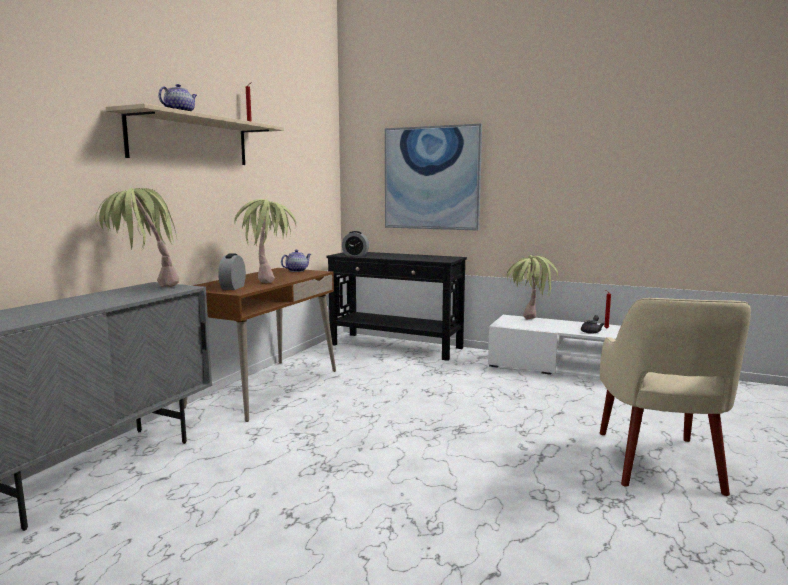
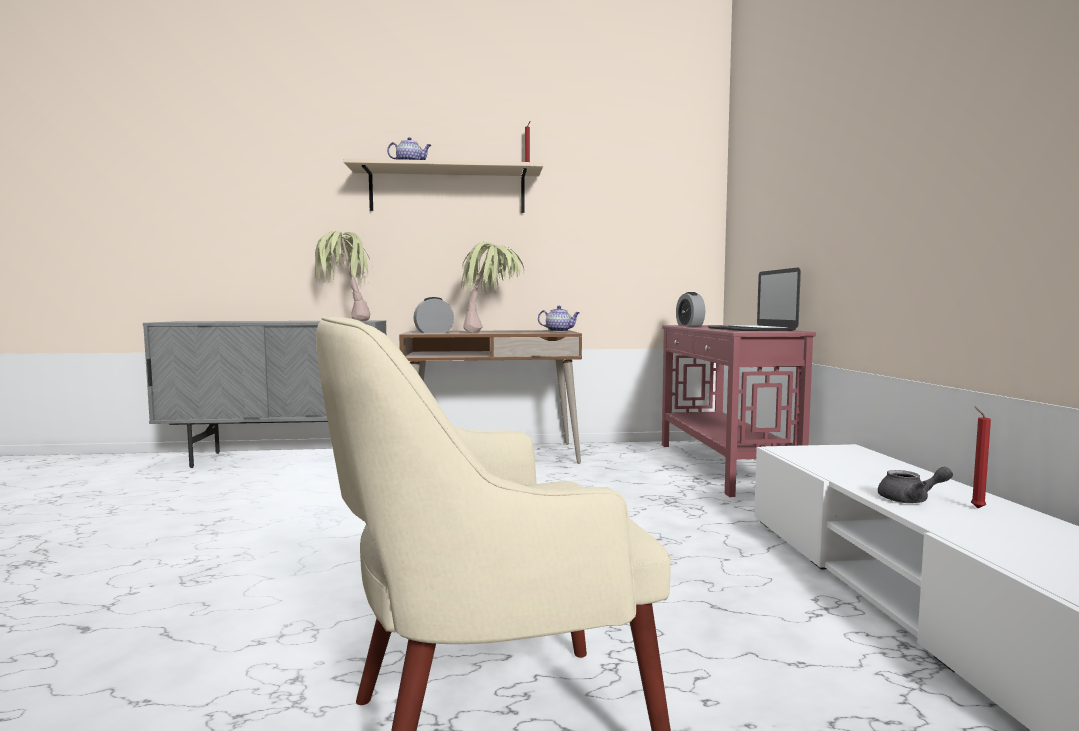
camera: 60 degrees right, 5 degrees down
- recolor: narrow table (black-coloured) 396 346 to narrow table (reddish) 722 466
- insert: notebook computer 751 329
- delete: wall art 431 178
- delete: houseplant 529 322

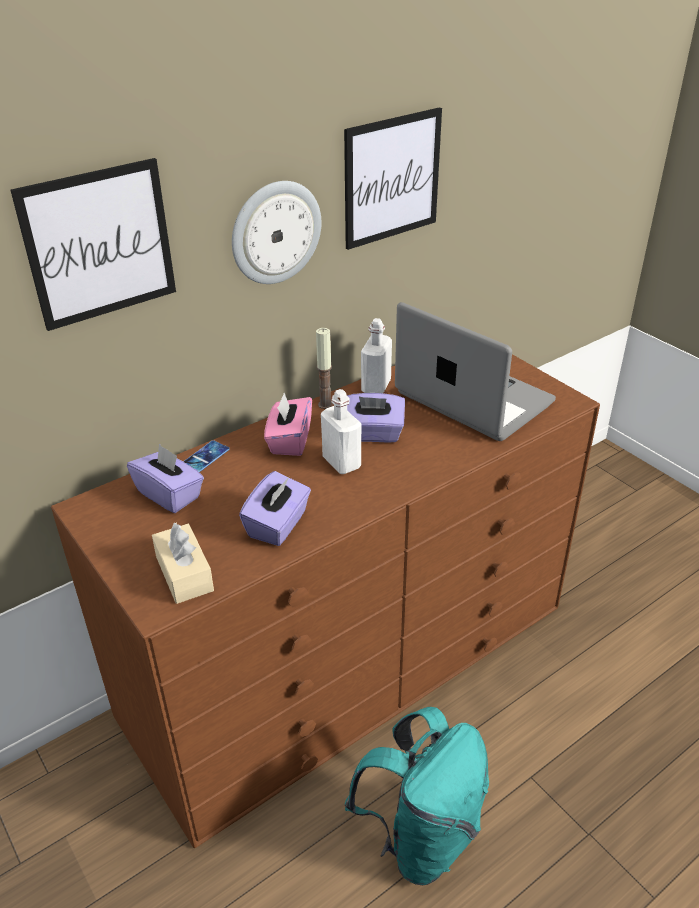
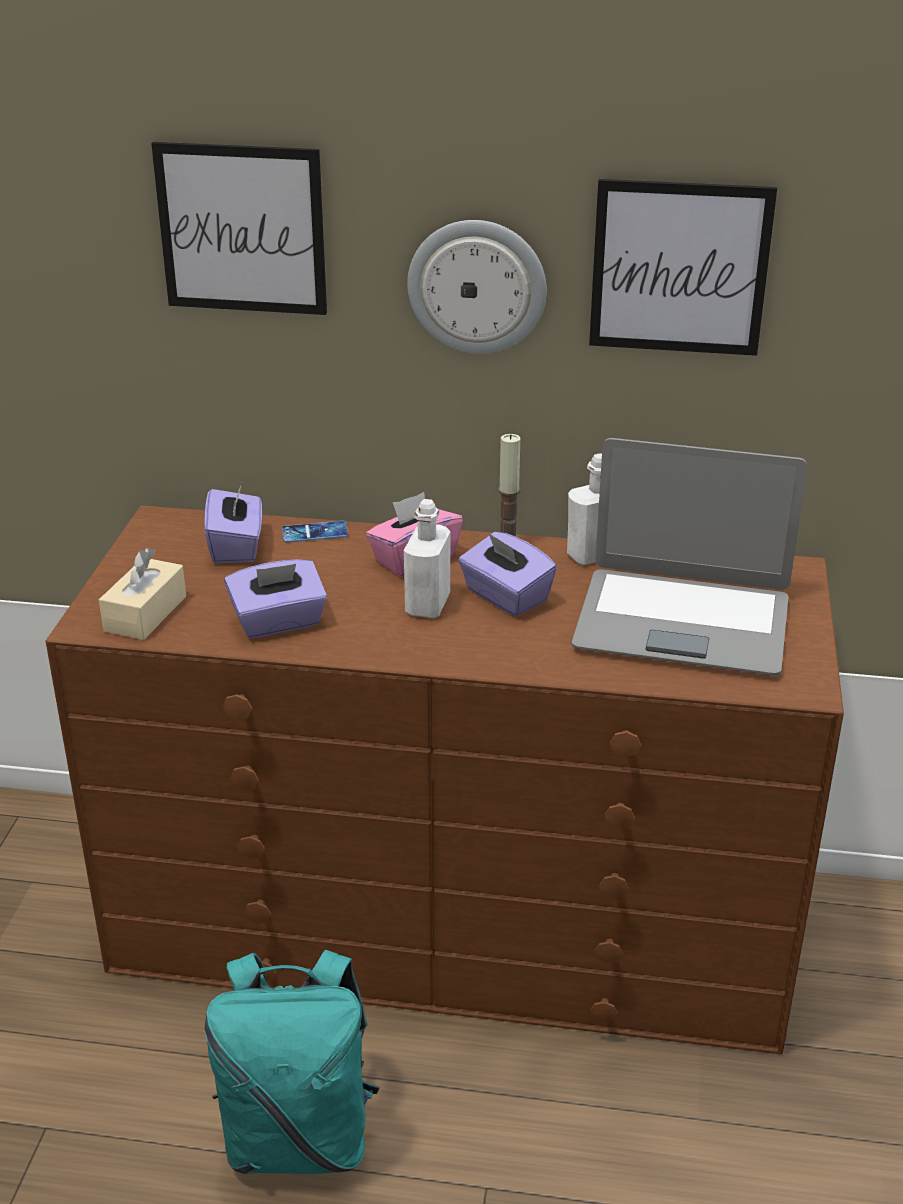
camera: 45 degrees right, 5 degrees down
- rotate: notebook computer 473 399 = 682 623 105 degrees clockwise

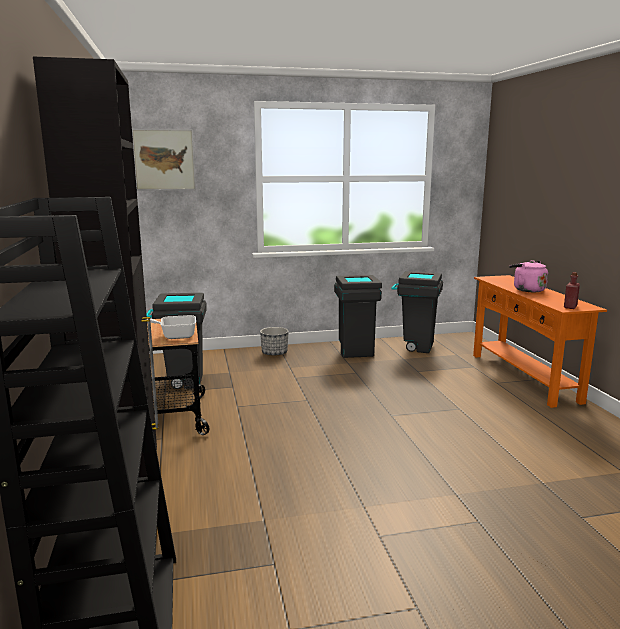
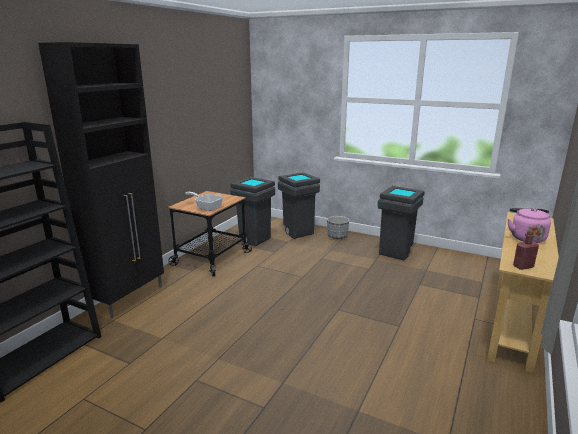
camera: 40 degrees right, 5 degrees up
- move: trash can (grey) 415 347 to 297 232
- recolor: narrow table (orangey) 523 377 to narrow table (beige) 513 324
- delete: wall art 164 160

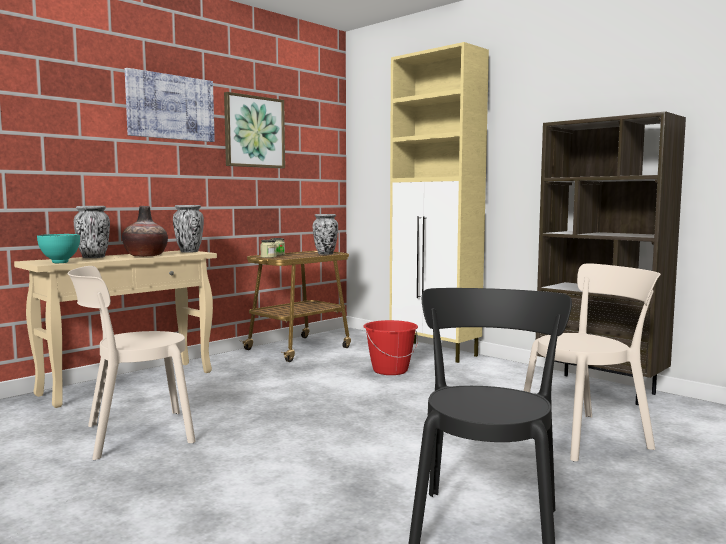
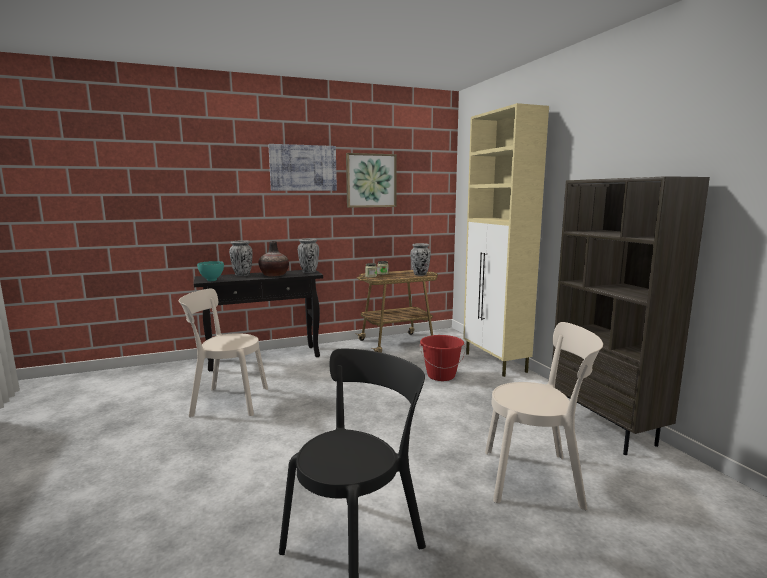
camera: 25 degrees right, 5 degrees up
- recolor: narrow table (beige) 129 382 to narrow table (black-coloured) 265 358

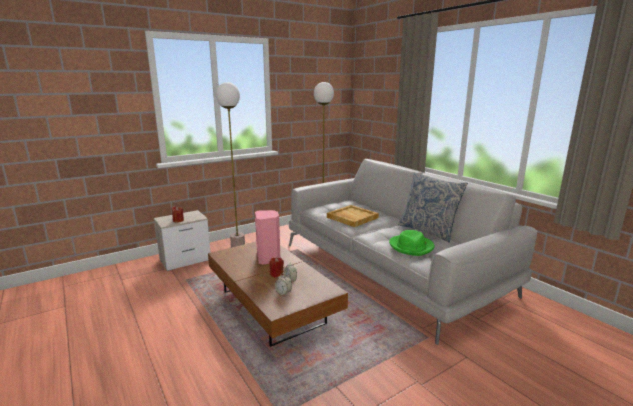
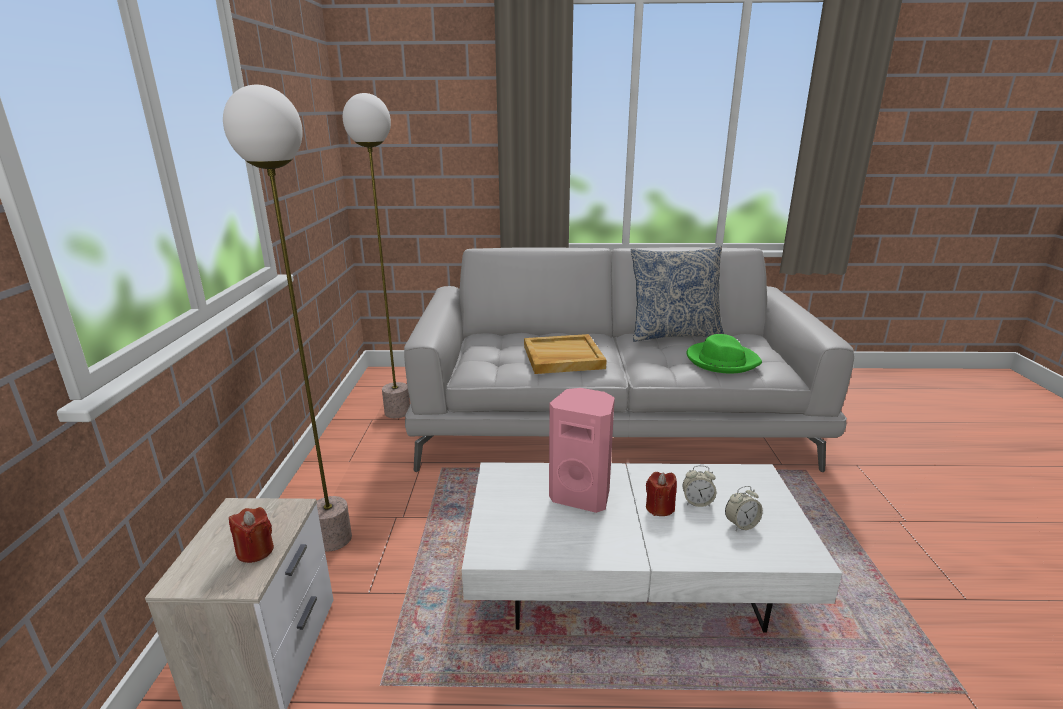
camera: 55 degrees left, 5 degrees up
- recolor: low table (brownish) 273 307 to low table (white-coloured) 631 579

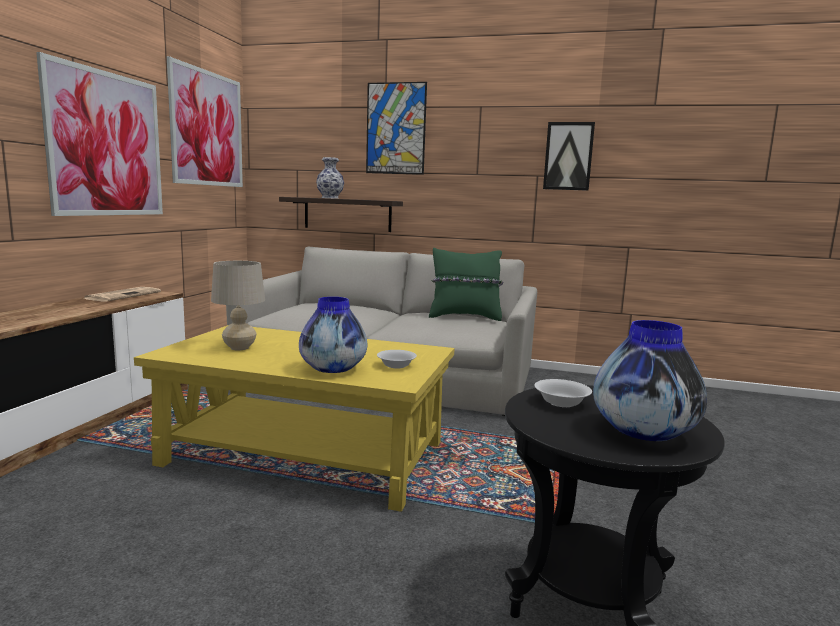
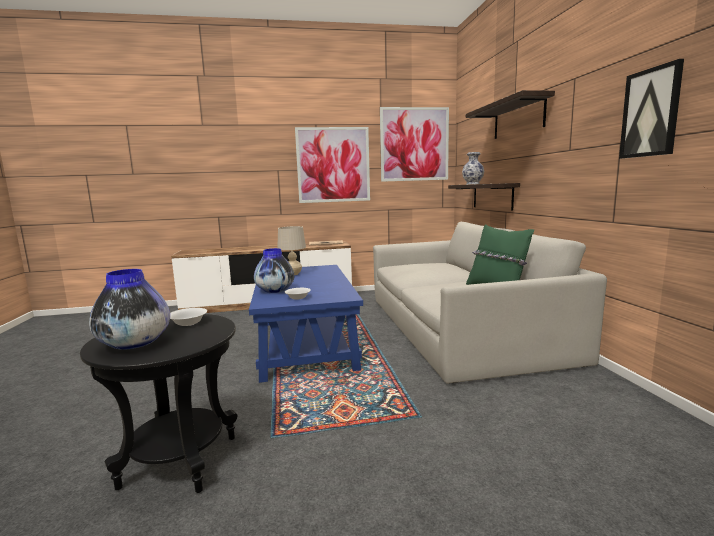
camera: 65 degrees right, 0 degrees up
- recolor: low table (yellow-coloured) 306 453 to low table (bluish) 306 343
- replace: wall art 396 128 to bracket shelf 518 118

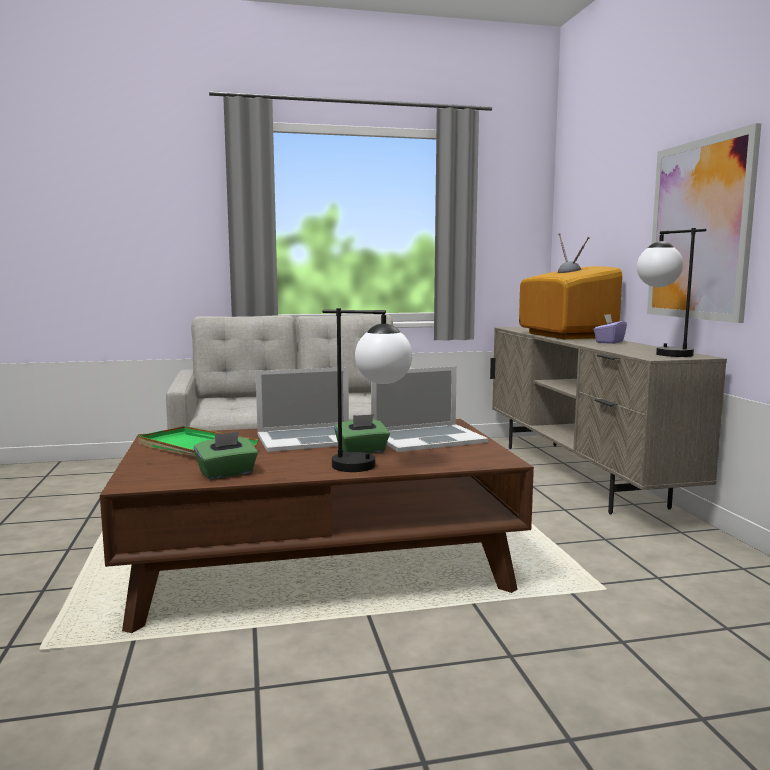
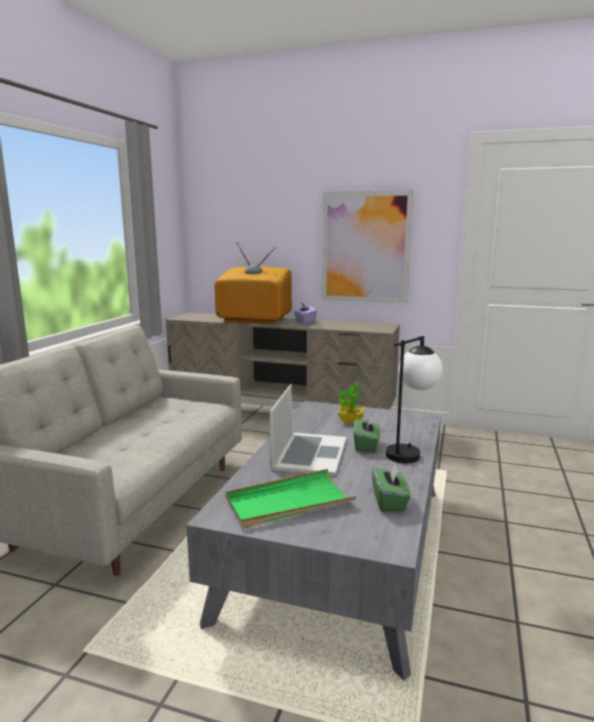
camera: 60 degrees left, 5 degrees up
- recolor: low table (brownish) 321 562 to low table (grey) 340 547
- replace: notebook computer 427 438 to houseplant 350 421
- delete: tabletop lamp 661 353

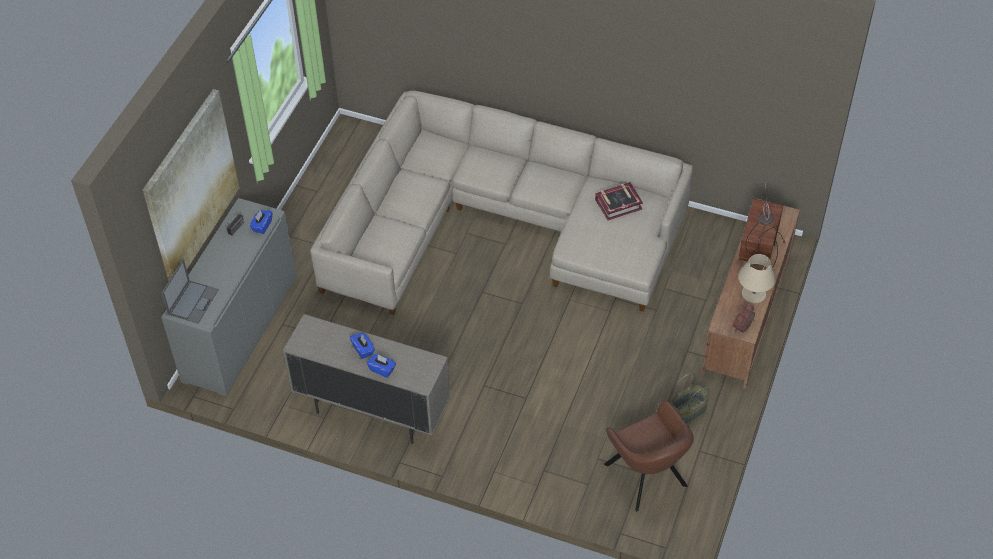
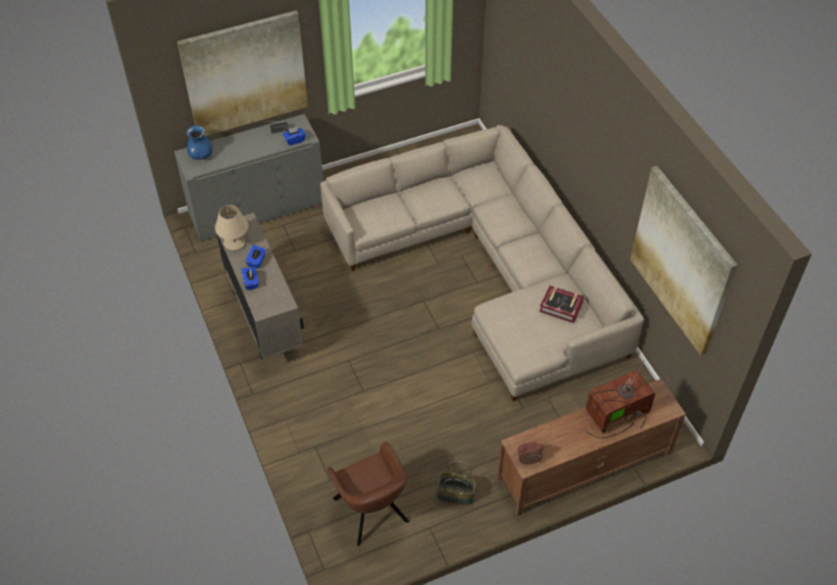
camera: 45 degrees right, 0 degrees up
- replace: notebook computer 193 301 to flower vase (bluish) 201 155
- move: tabletop lamp (beige) 753 294 to 235 242
- rotate: lounge chair (brownish) 647 477 = 372 512 45 degrees counterclockwise
- insert: wall art 681 260

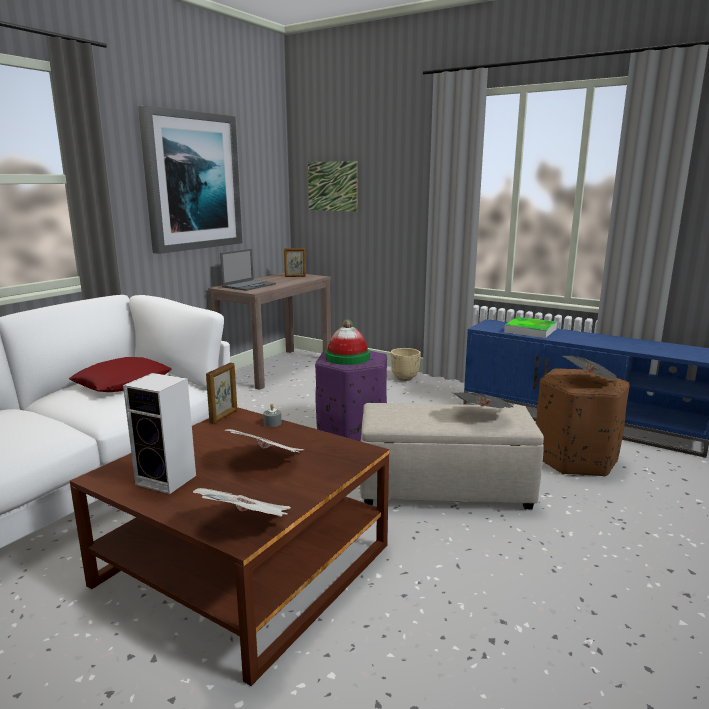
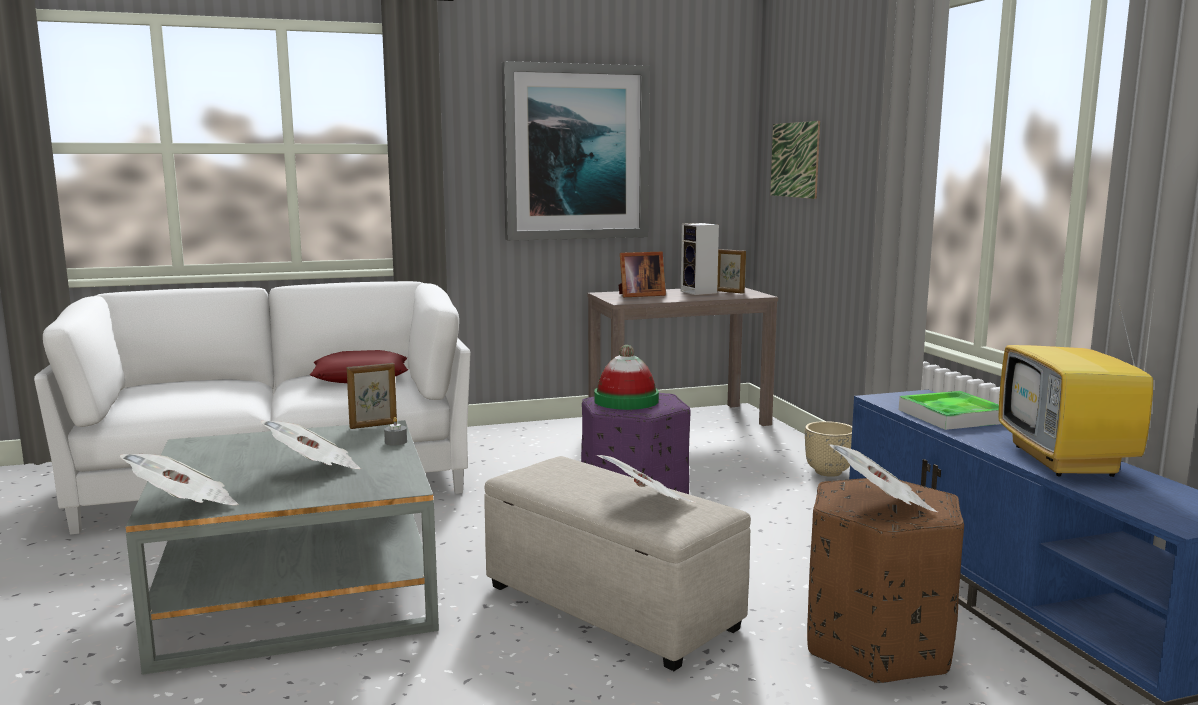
camera: 40 degrees right, 5 degrees down
- recolor: low table (brownish) 244 564 to low table (grey) 298 590
- replace: notebook computer 249 285 to photo frame 639 295
- move: speaker 168 480 to 700 292
- insert: TV set 1067 462

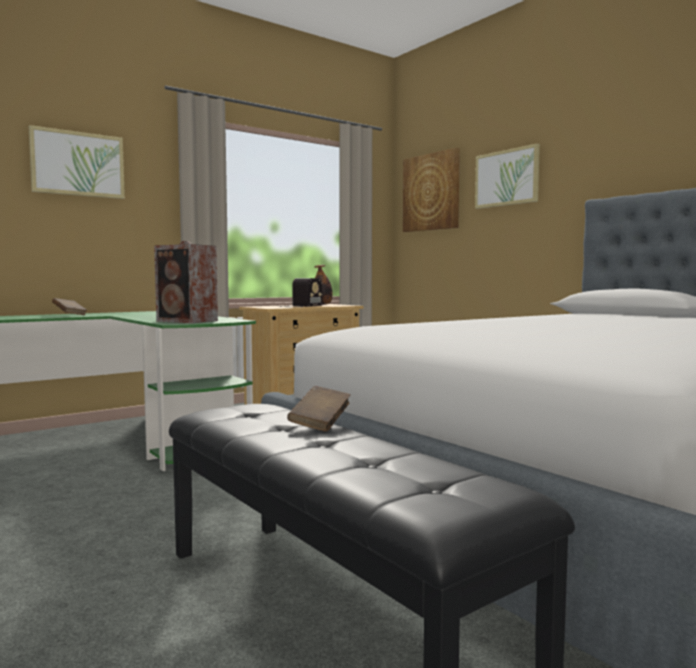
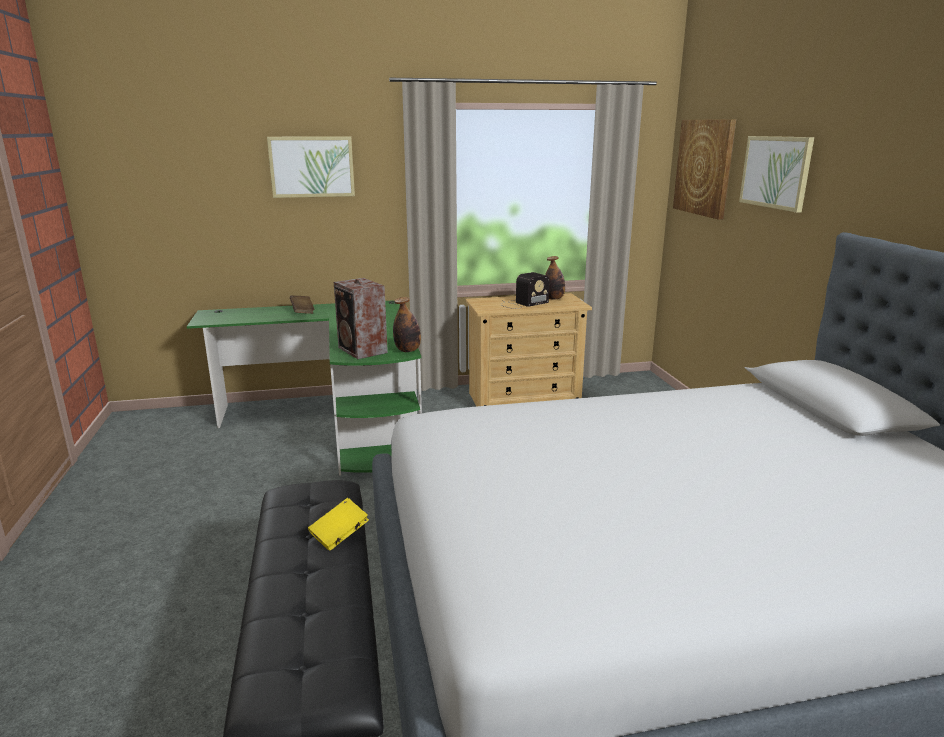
camera: 25 degrees right, 15 degrees up
- recolor: volume (brownish) 320 424 to volume (yellow-coloured) 339 535
- insert: drink bottle 407 350

